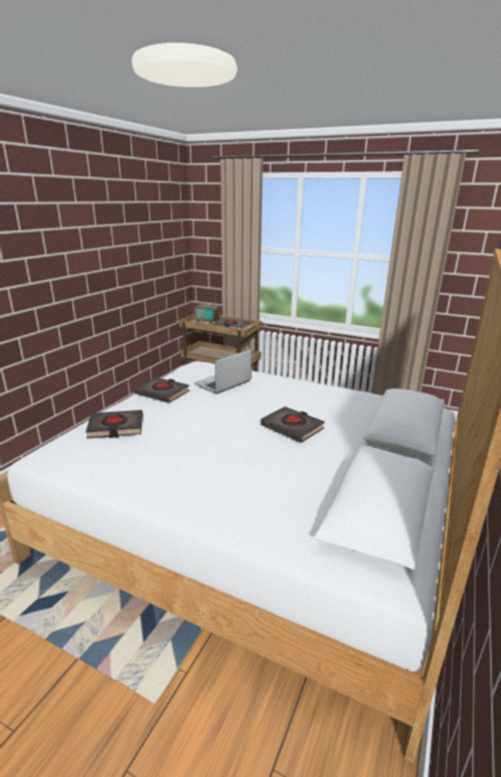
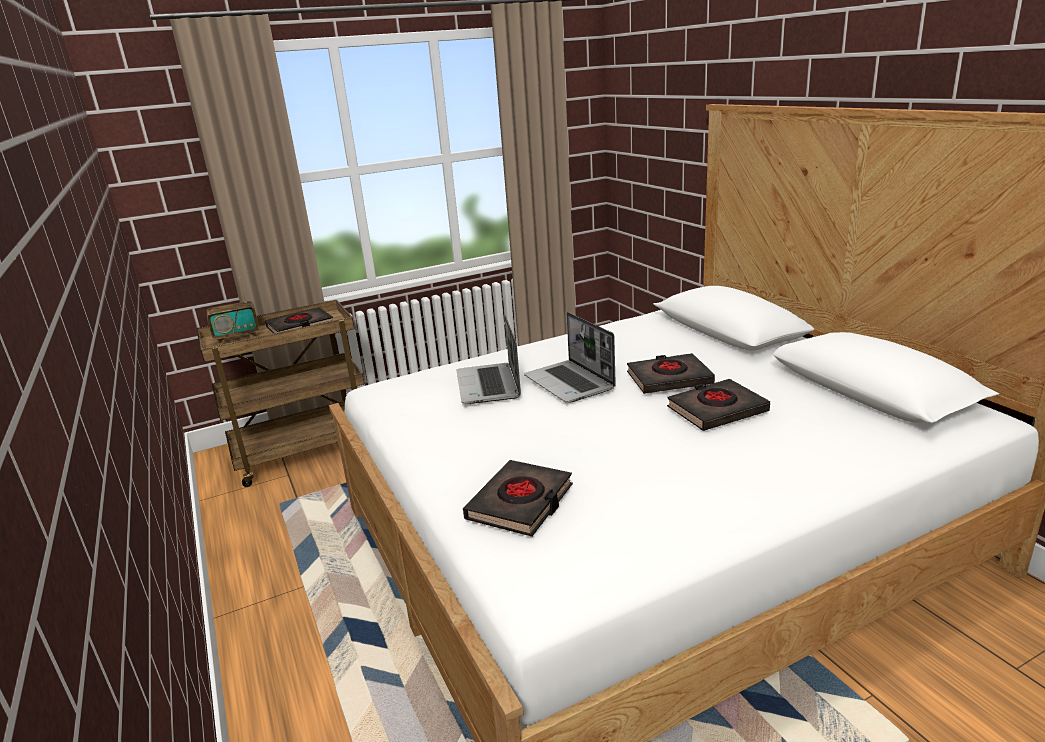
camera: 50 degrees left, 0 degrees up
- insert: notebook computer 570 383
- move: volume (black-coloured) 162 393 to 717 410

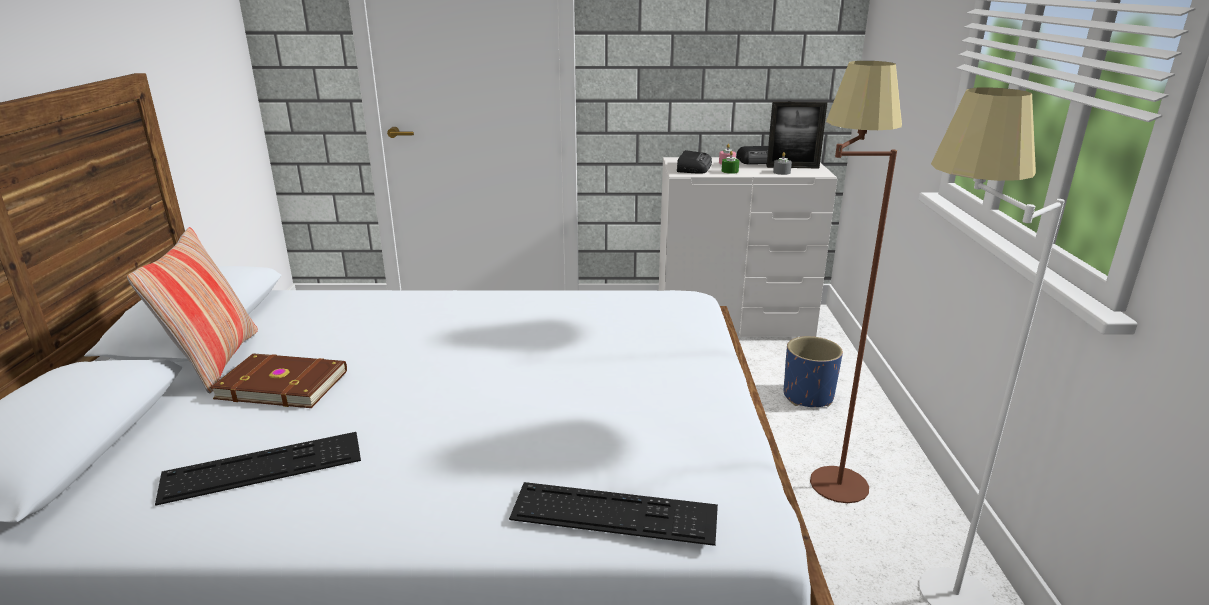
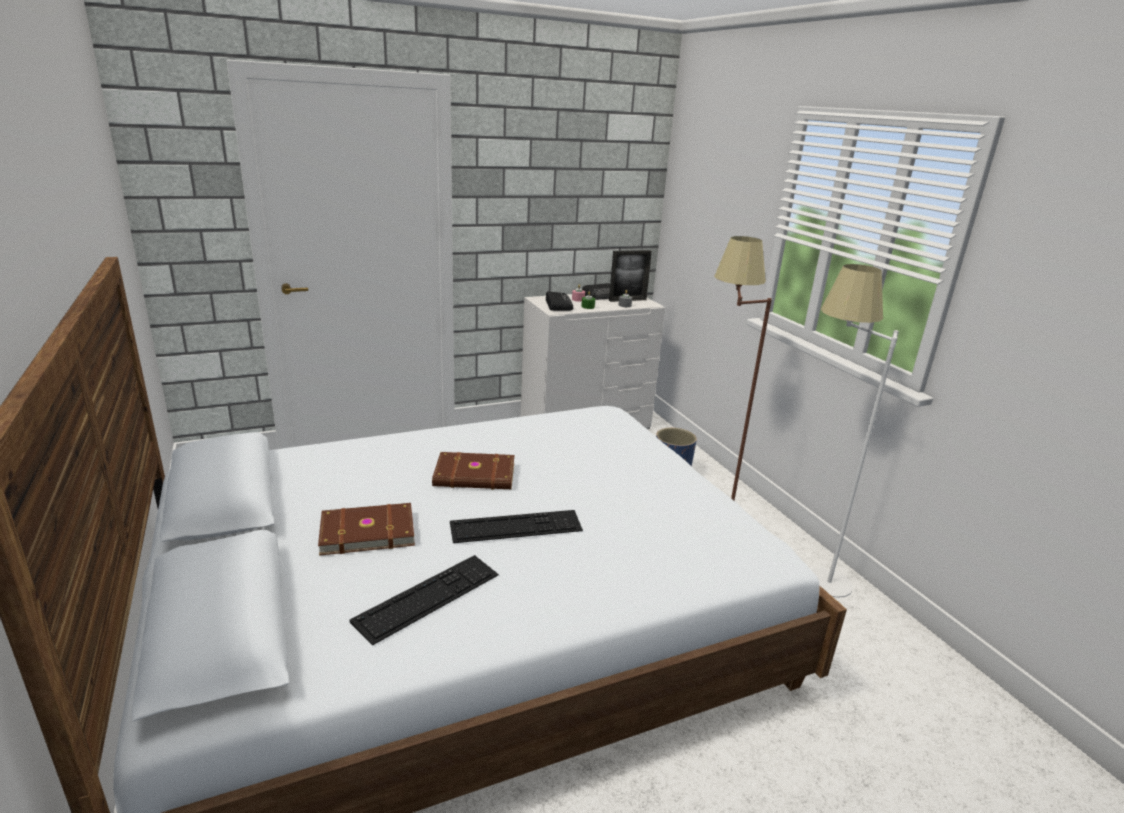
camera: 25 degrees left, 0 degrees up
- insert: volume (brownish) 475 476
- move: keyboard 614 514 to 516 527
- delete: throw pillow 215 361

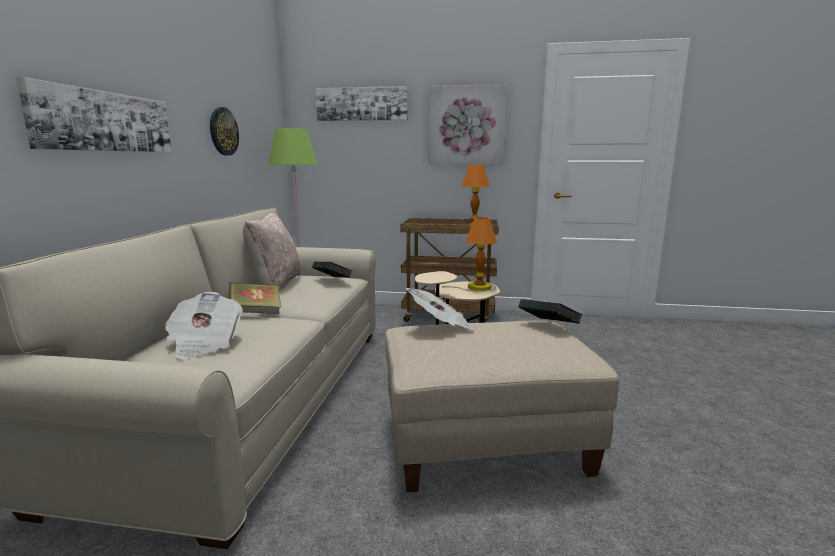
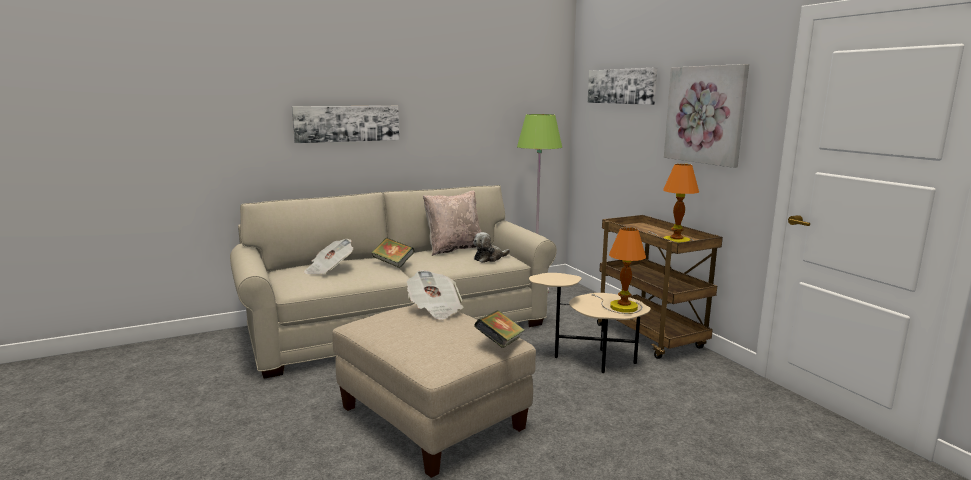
camera: 55 degrees right, 0 degrees up
- replace: volume 332 281 to plush toy 489 258
- delete: clock on the wall 223 131

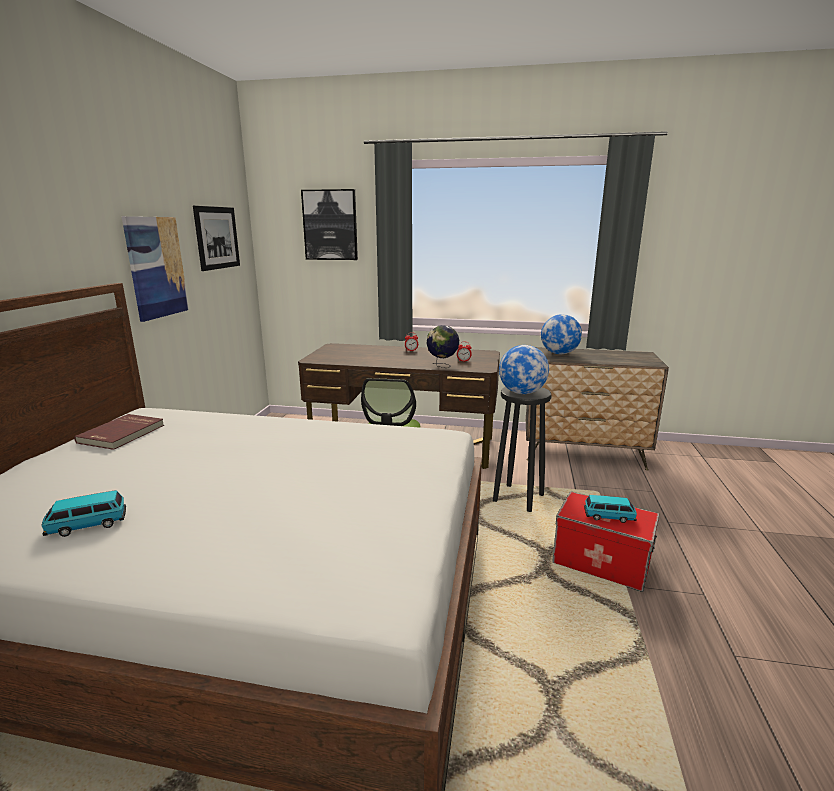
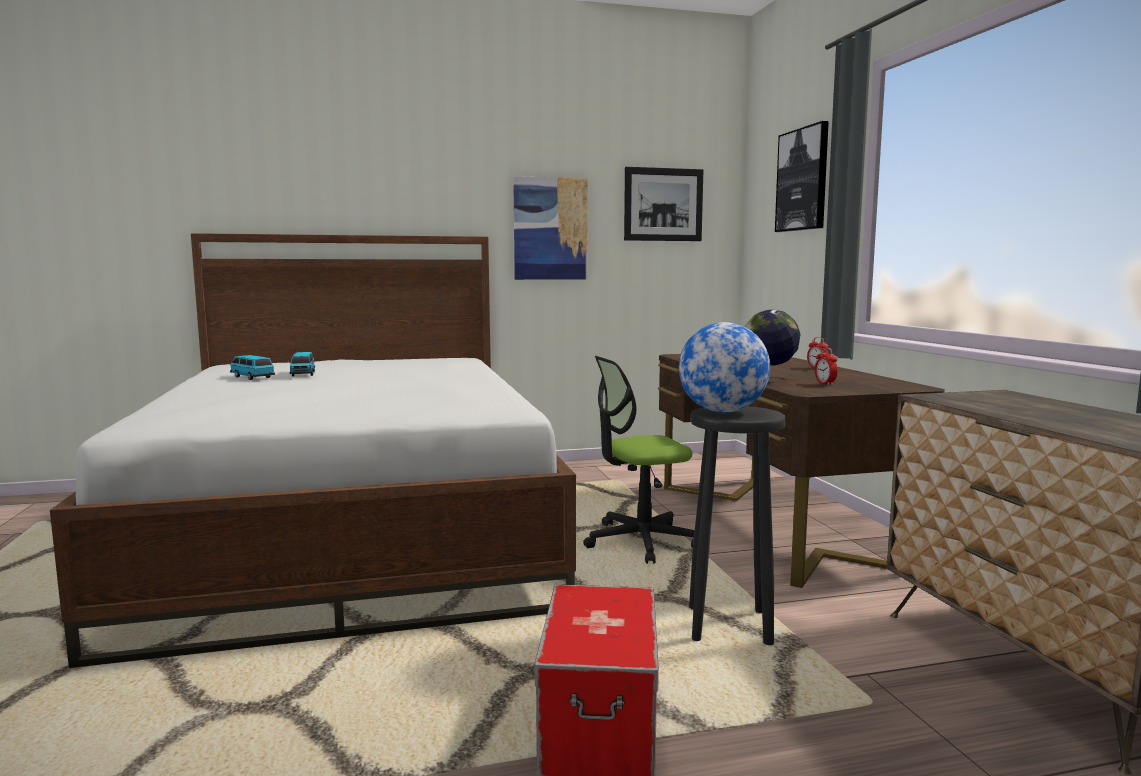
camera: 65 degrees right, 10 degrees down
- move: model car 609 516 to 303 374
- delete: volume (reddish) 123 434
- delete: desk globe 559 353

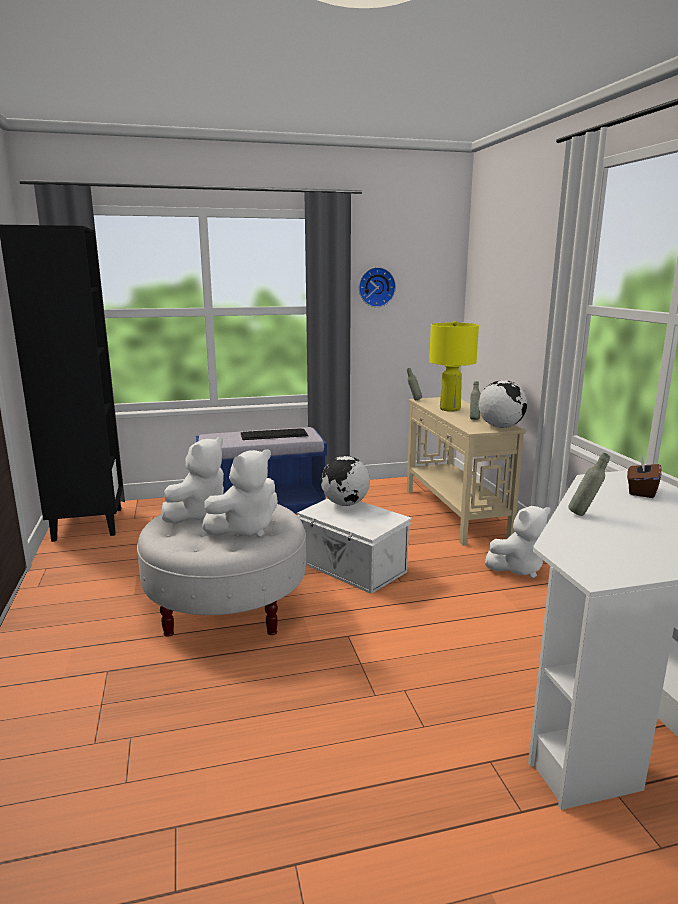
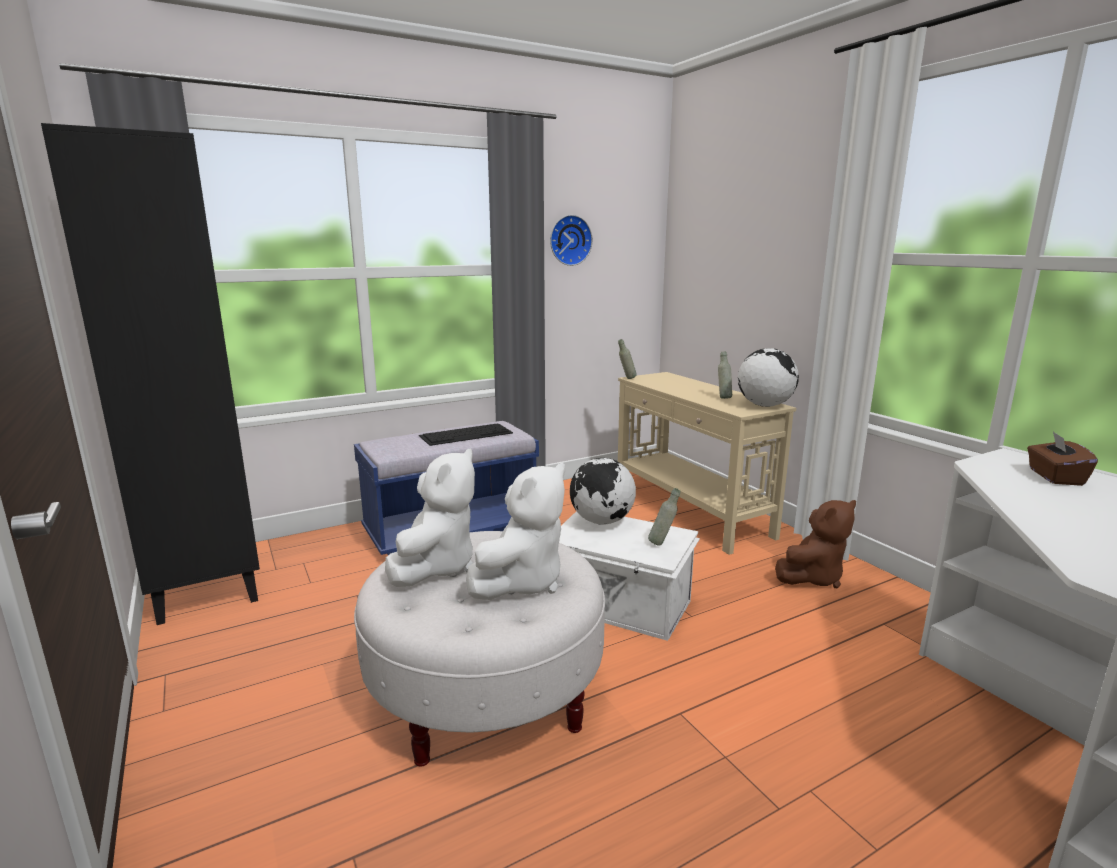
camera: 15 degrees left, 0 degrees up
- move: drink bottle (grey) 584 514 to 662 543
- recolor: plush toy (white-coloured) 518 568 to plush toy (brownish) 812 577
- delete: tabletop lamp (yellow-coloured) 450 409

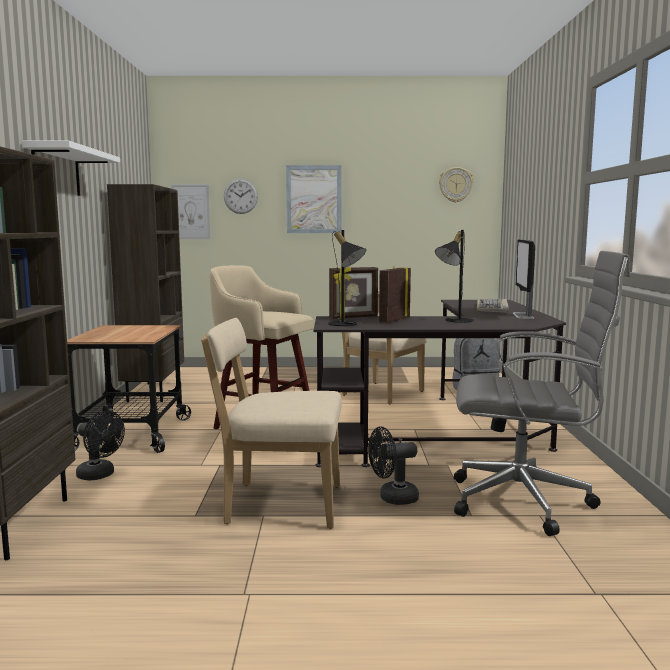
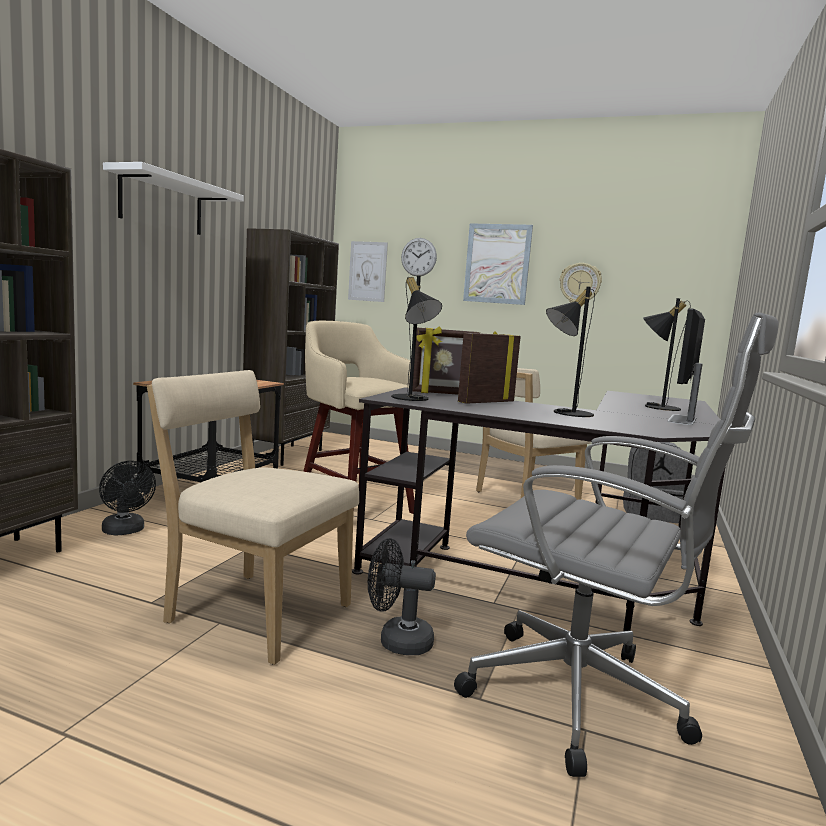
camera: 20 degrees right, 0 degrees up
- move: clock on the wall 455 184 to 580 284
- replace: keyboard 492 308 to tabletop lamp (black-coloured) 656 406

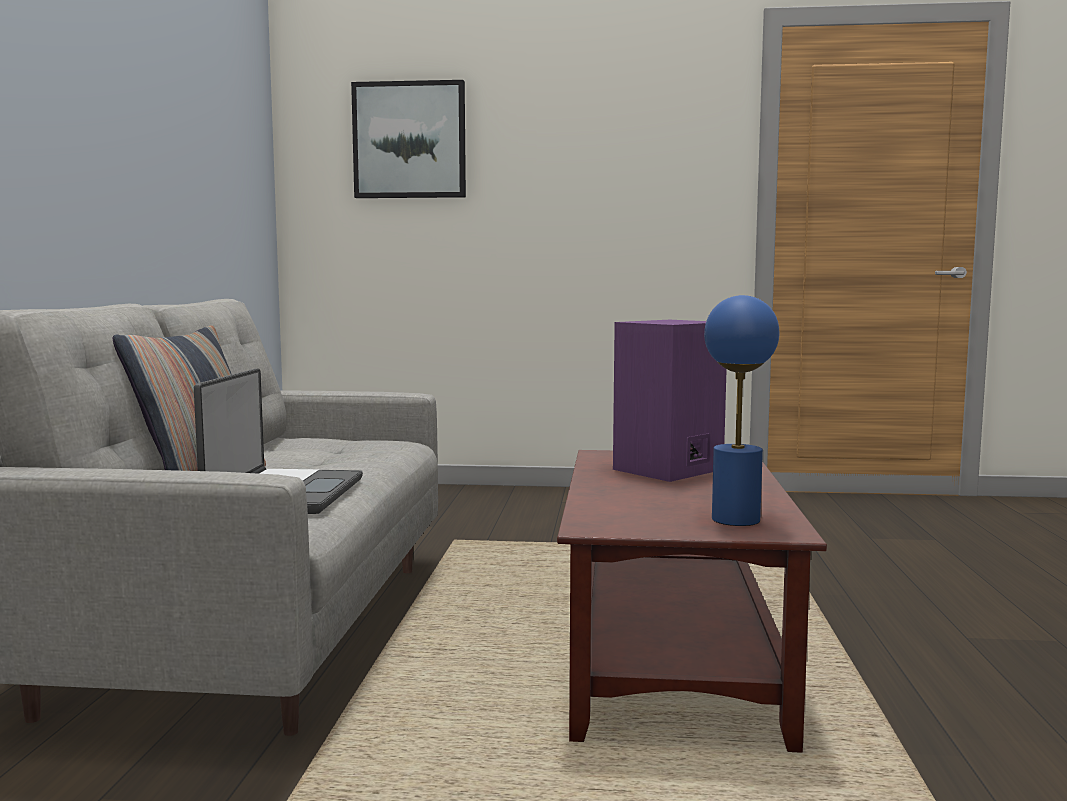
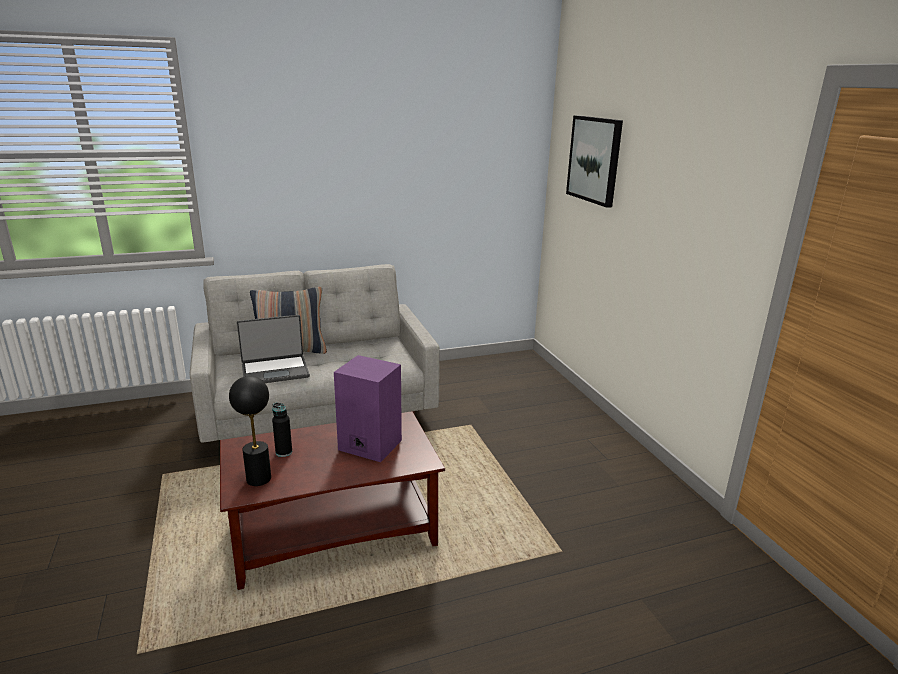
camera: 65 degrees right, 15 degrees up
- recolor: tabletop lamp (bluish) 735 519 to tabletop lamp (black-coloured) 259 478
- insert: drink bottle (black-coloured) 284 452

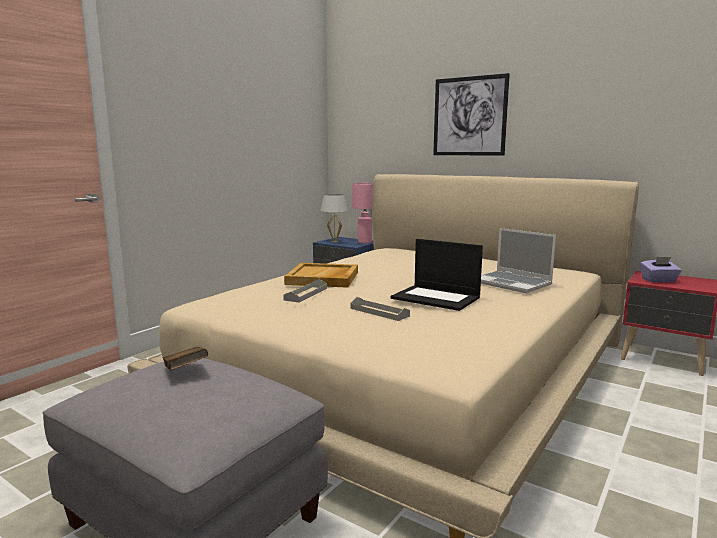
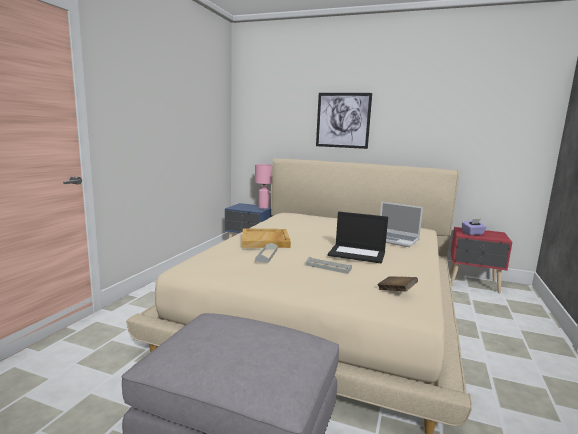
camera: 15 degrees left, 0 degrees up
- move: volume (brownish) 185 371 to 396 291
- delete: tabletop lamp (white-coloured) 334 241

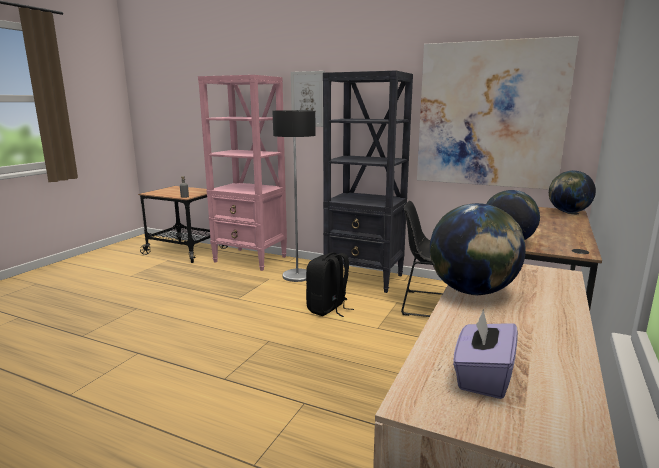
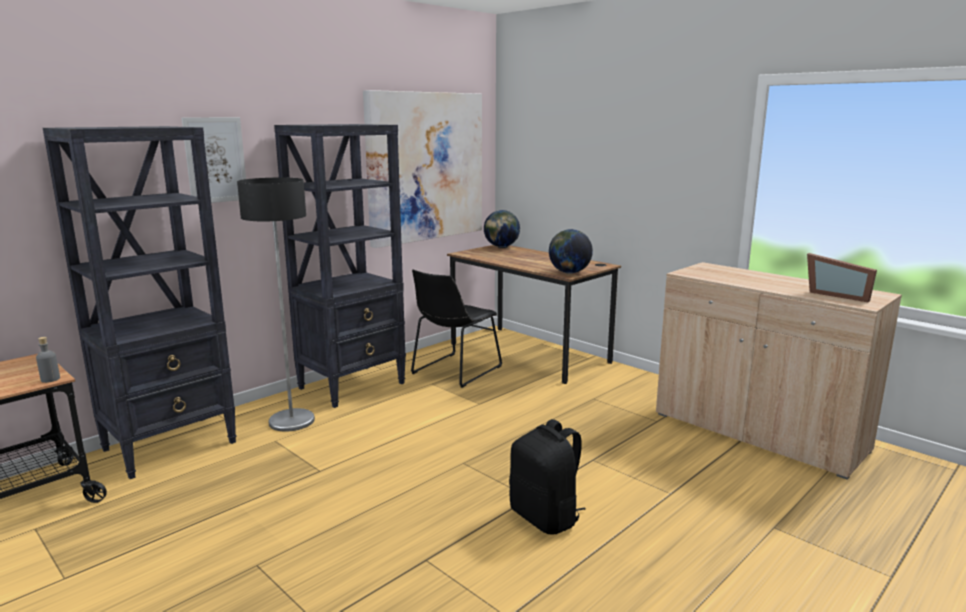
camera: 70 degrees left, 0 degrees up
- recolor: shelving unit (pink-coloured) 251 259 to shelving unit (black-coloured) 171 445
- move: backpack (black-coloured) 328 309 to 546 517
- replace: tissue holder (purplish) 482 376 to photo frame 837 295
- delete: desk globe 472 292

